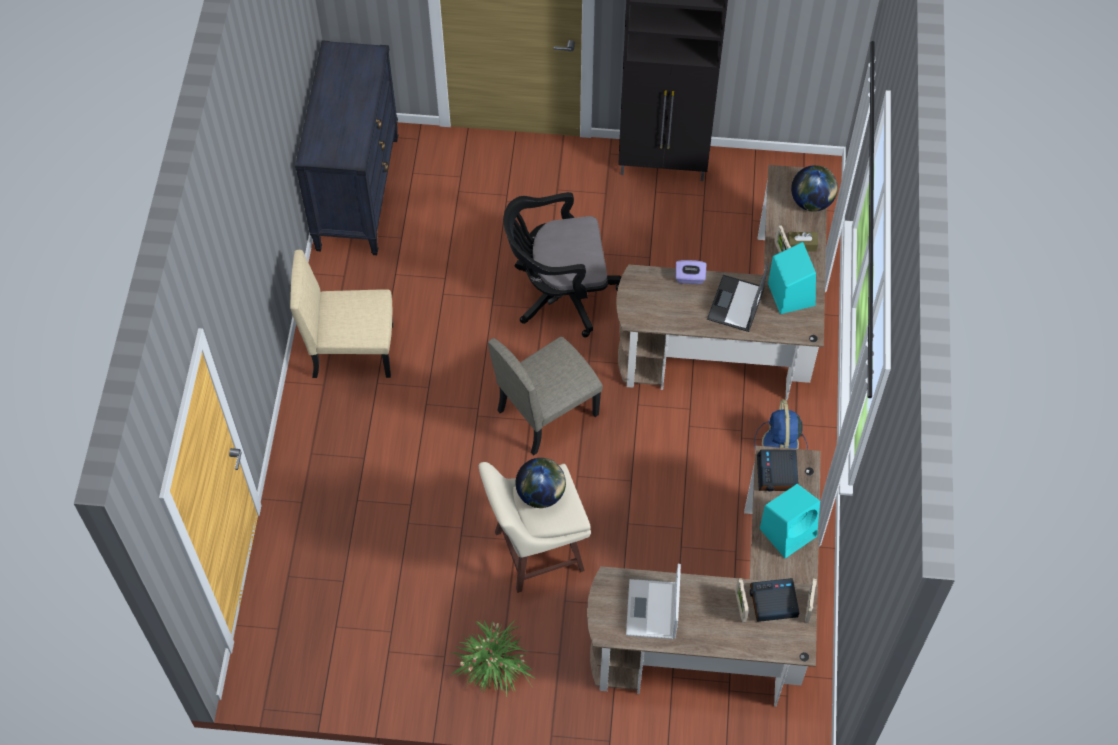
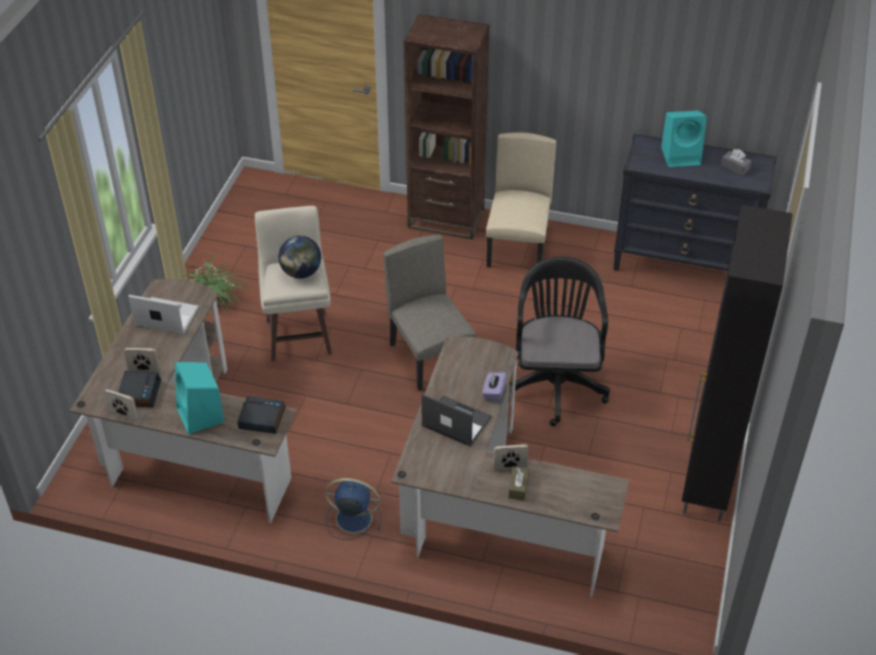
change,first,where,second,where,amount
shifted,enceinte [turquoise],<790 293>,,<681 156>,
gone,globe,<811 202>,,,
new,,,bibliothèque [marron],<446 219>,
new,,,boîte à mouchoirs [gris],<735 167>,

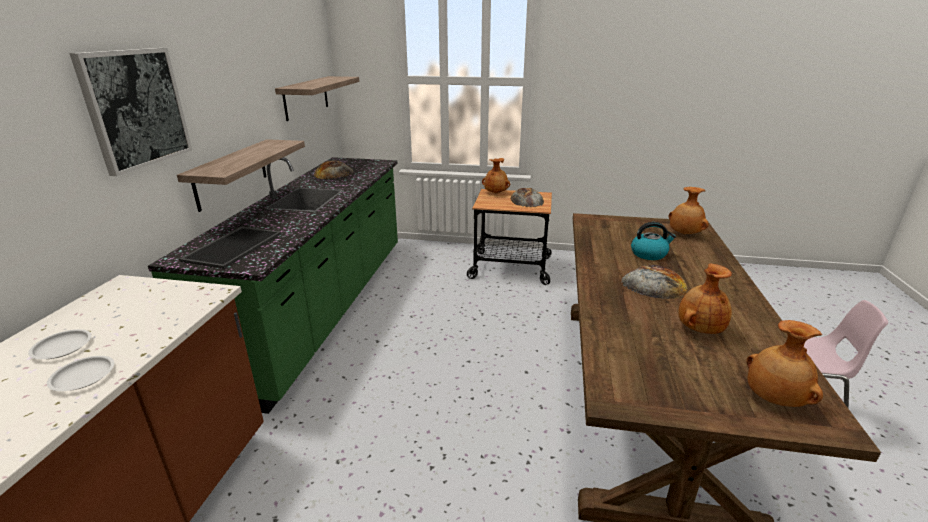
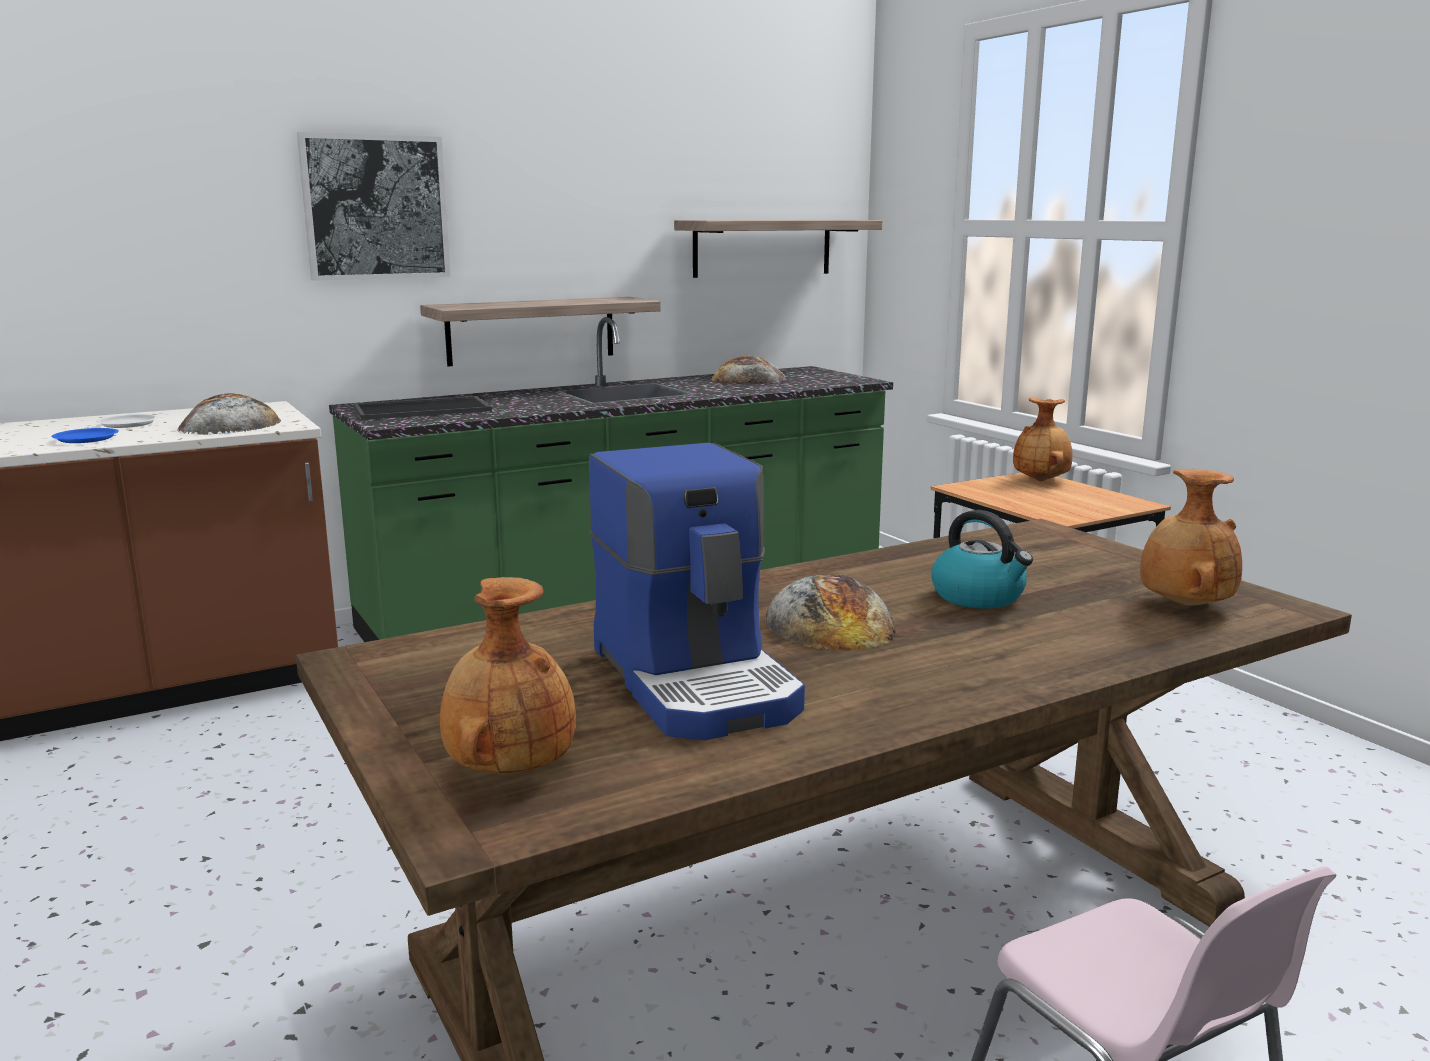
change,first,where,second,where,amount
repainted,assiette [blanc],<83 377>,assiette [bleu],<86 439>,
shifted,pain,<526 200>,,<230 425>,
swapped,vase [marron],<699 329>,machine à café,<698 680>,

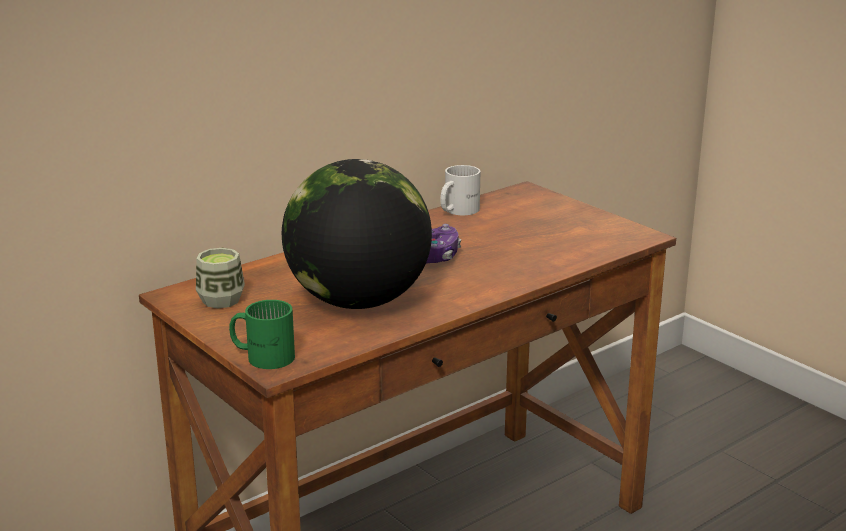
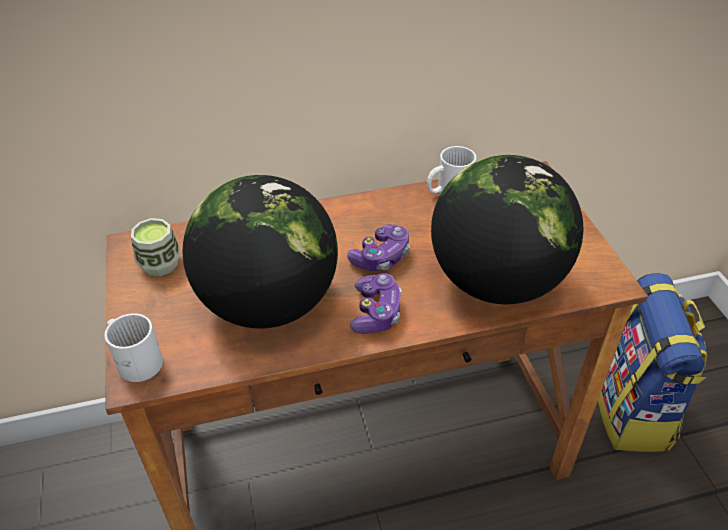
change,first,where,second,where,amount
repainted,mug [vert],<263 355>,mug [blanc],<136 358>,
new,,,manette,<376 312>,
new,,,globe,<496 282>,
new,,,sac à dos,<633 410>,

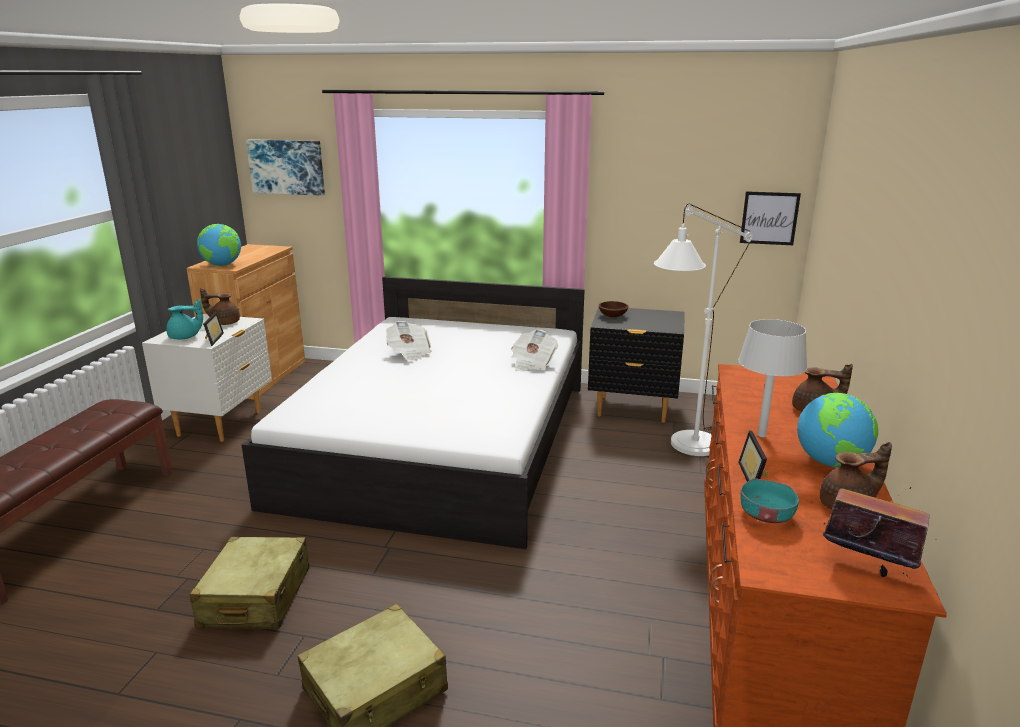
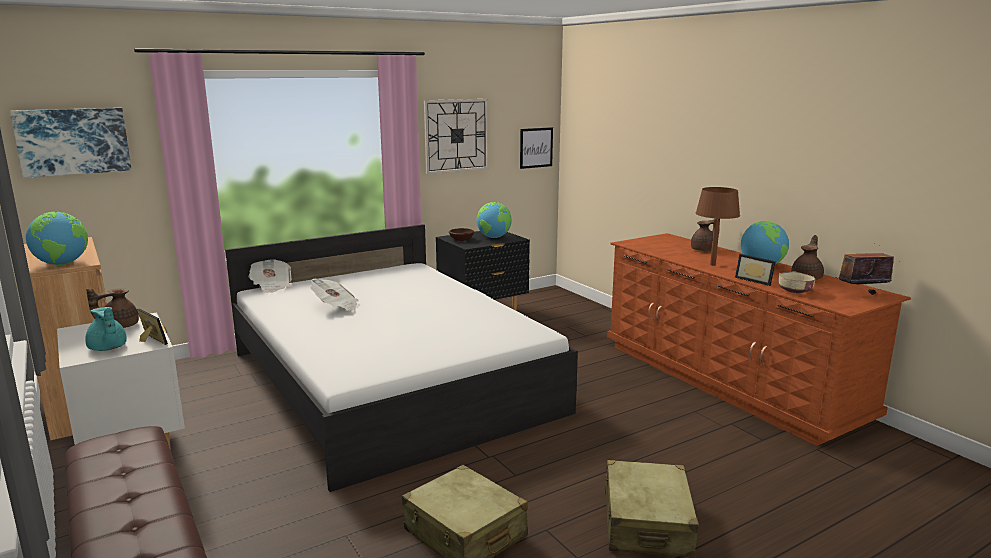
change,first,where,second,where,amount
rotated,théière [turquoise],<185 337>,,<107 348>,105 degrees clockwise
shifted,journal,<532 363>,,<271 286>,
gone,lampadaire [blanc],<686 449>,,,
repainted,lampe de table [gris],<761 435>,lampe de table [marron],<712 265>,
repainted,bol [turquoise],<766 515>,bol [beige],<794 291>,
new,,,horloge murale,<456 135>,
new,,,globe,<494 237>,

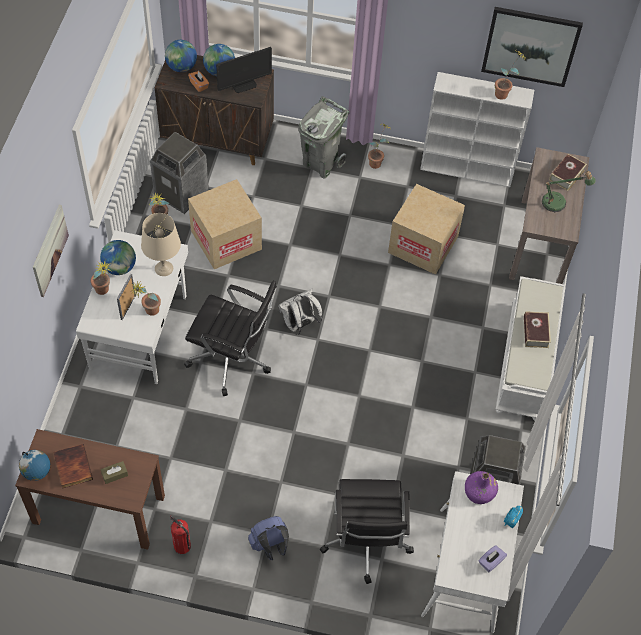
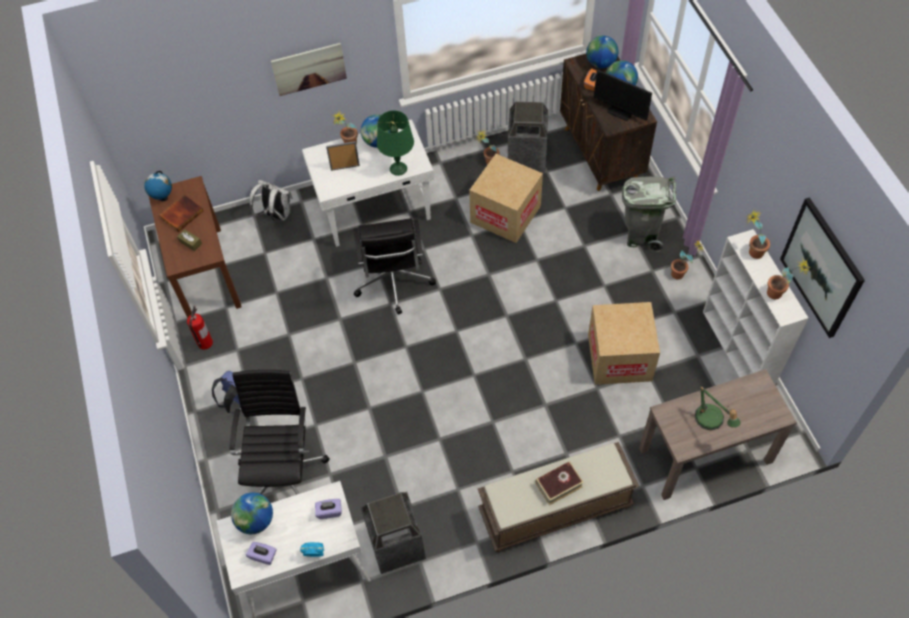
change,first,where,second,where,amount
shifted,plante en pot,<149 312>,,<751 252>,
repainted,lampe de table [beige],<163 268>,lampe de table [vert],<398 168>,
shifted,sac à dos [blanc],<299 324>,,<276 215>,
rotated,chaise de bureau [noir],<366 541>,,<284 471>,120 degrees clockwise
swapped,bouteille [violet],<479 492>,boîte à mouchoirs [violet],<329 511>,
repainted,banc [blanc],<526 362>,banc [marron],<554 510>,
gone,livre,<566 175>,,,
new,,,globe,<256 520>,

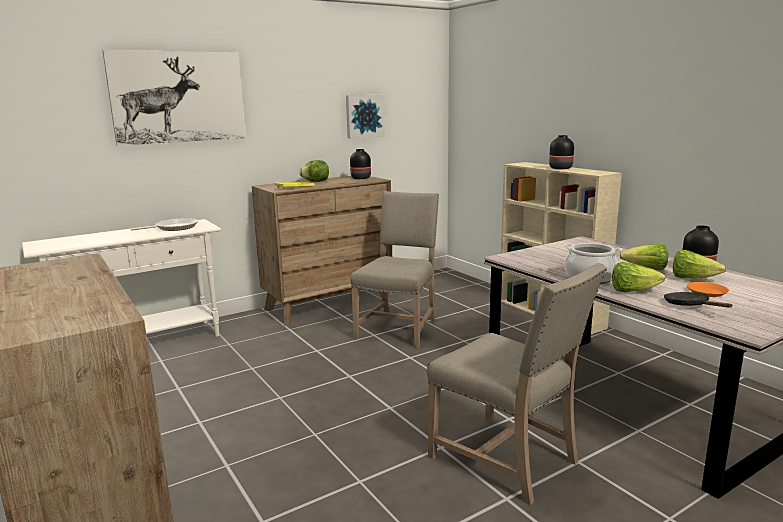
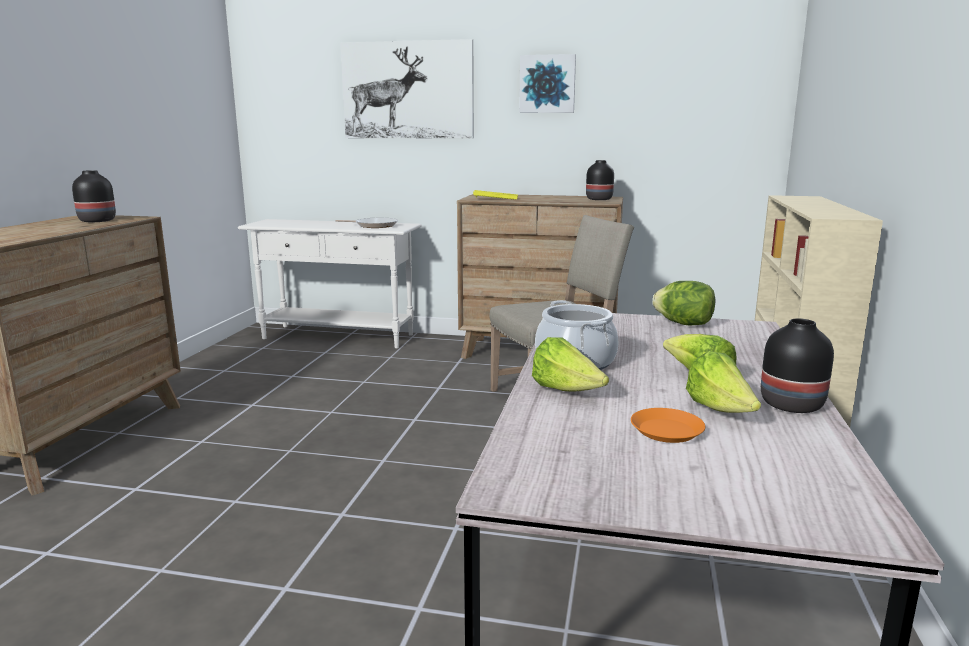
change,first,where,second,where,amount
shifted,laitue,<315 181>,,<683 324>,
shifted,tableau,<364 116>,,<547 84>,
gone,chaise [beige],<508 459>,,,
shifted,vase [noir],<561 168>,,<97 221>,
gone,poêle [noir],<690 306>,,,

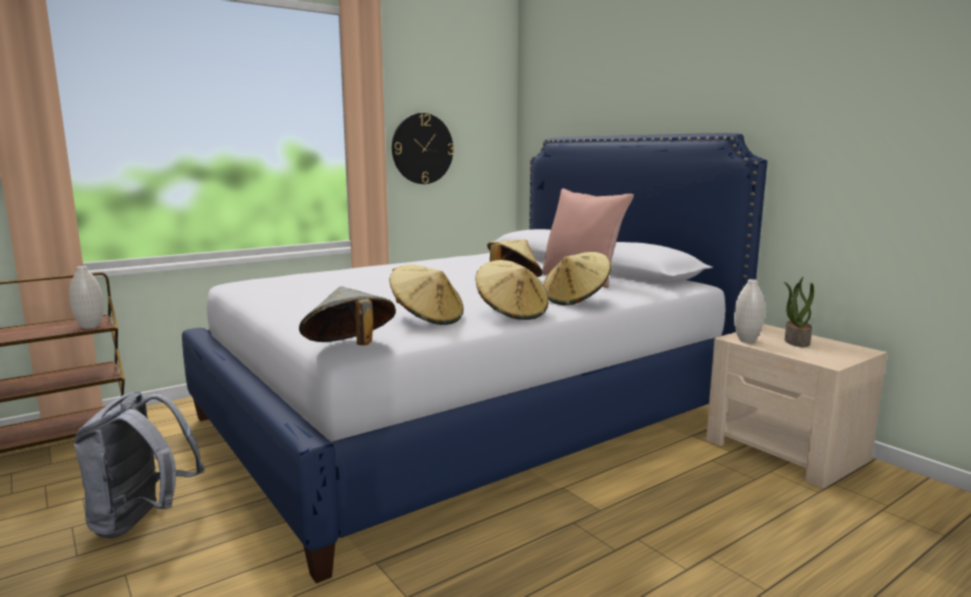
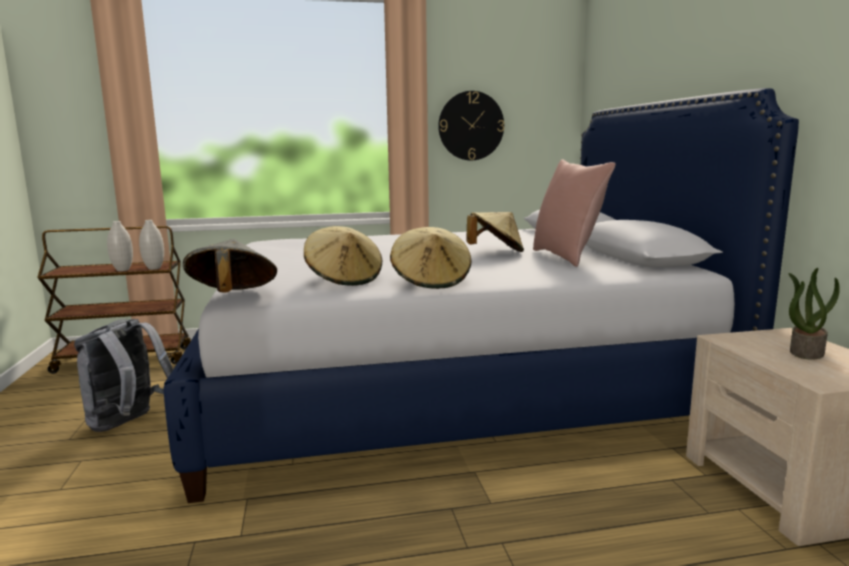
change,first,where,second,where,amount
gone,chapeau [beige],<576 300>,,,
shifted,vase [blanc],<746 340>,,<123 270>,

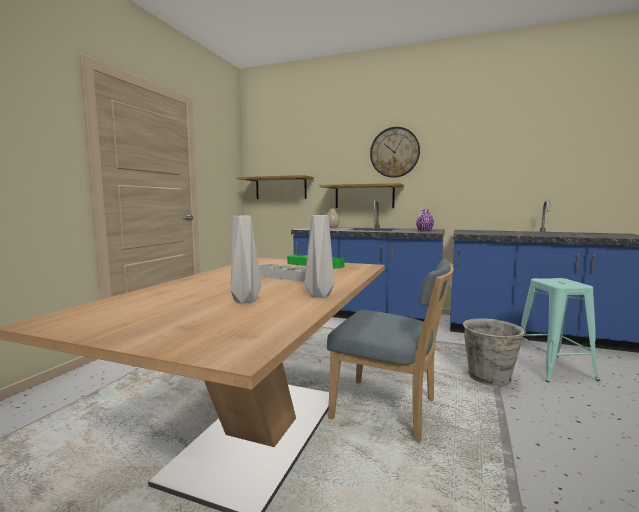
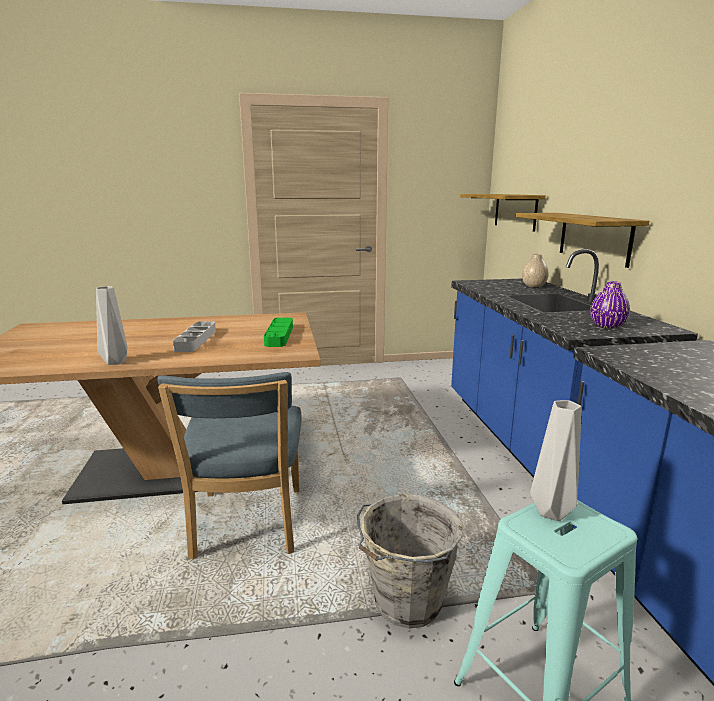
change,first,where,second,where,amount
shifted,vase [gris],<243 300>,,<550 511>,
gone,horloge murale,<394 152>,,,

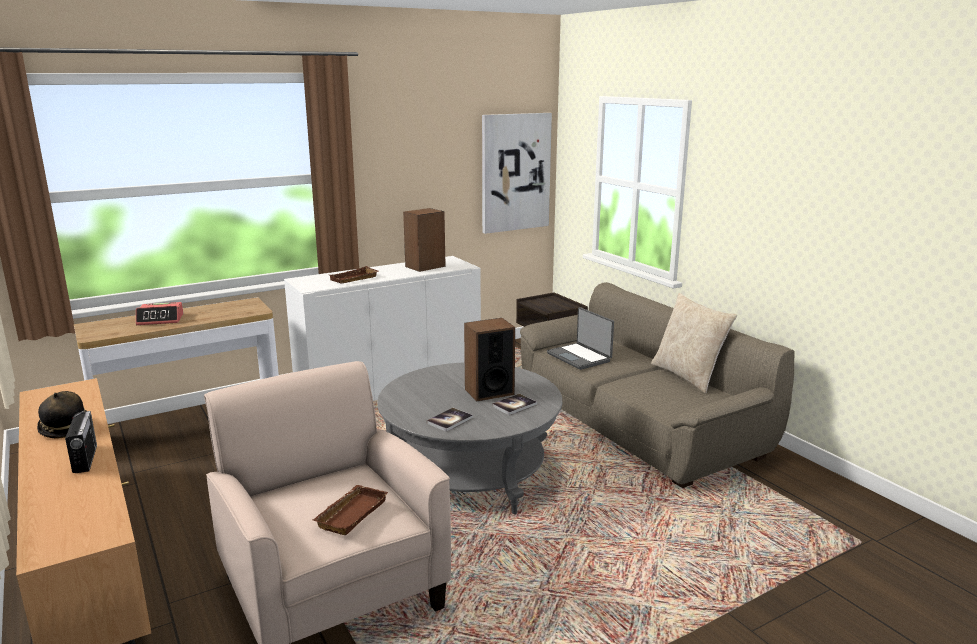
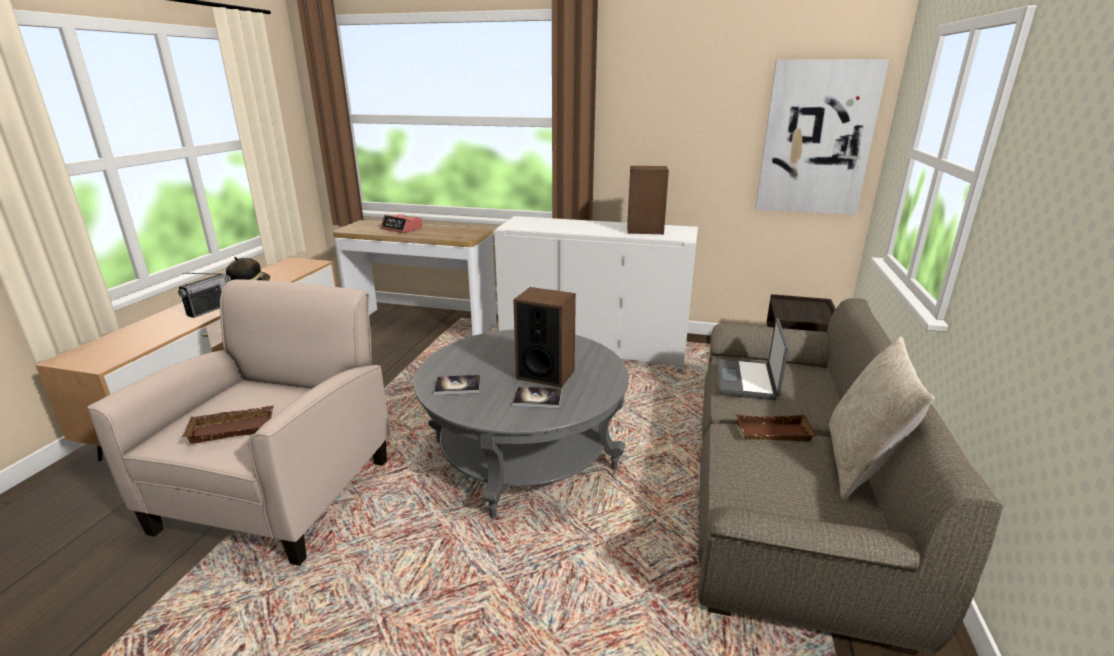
change,first,where,second,where,amount
shifted,plateau [marron],<354 279>,,<773 434>,

